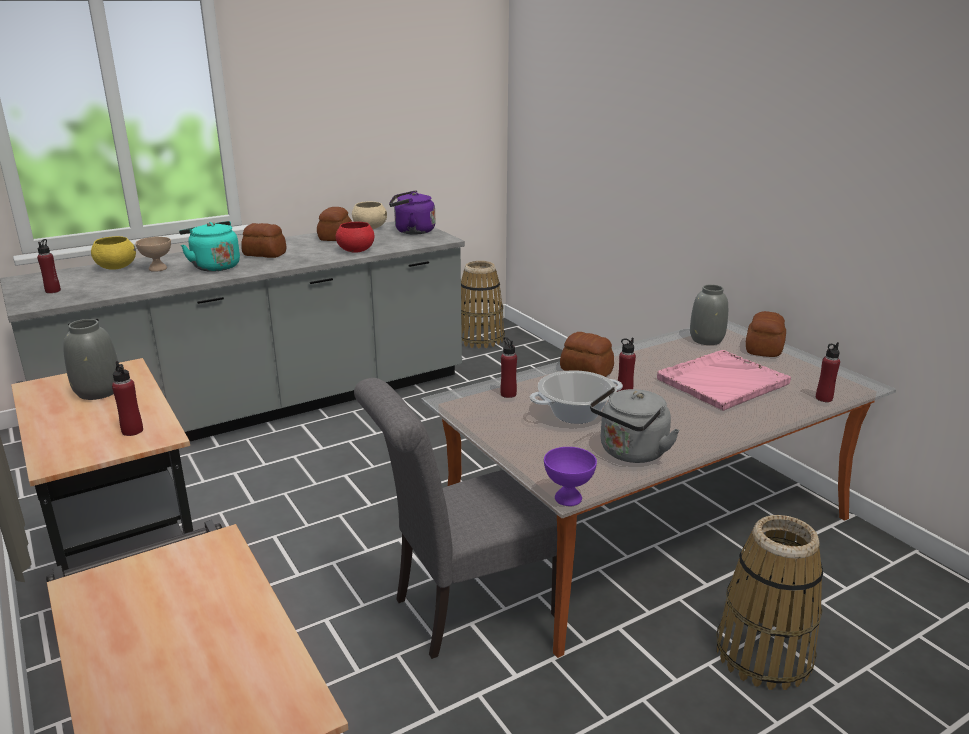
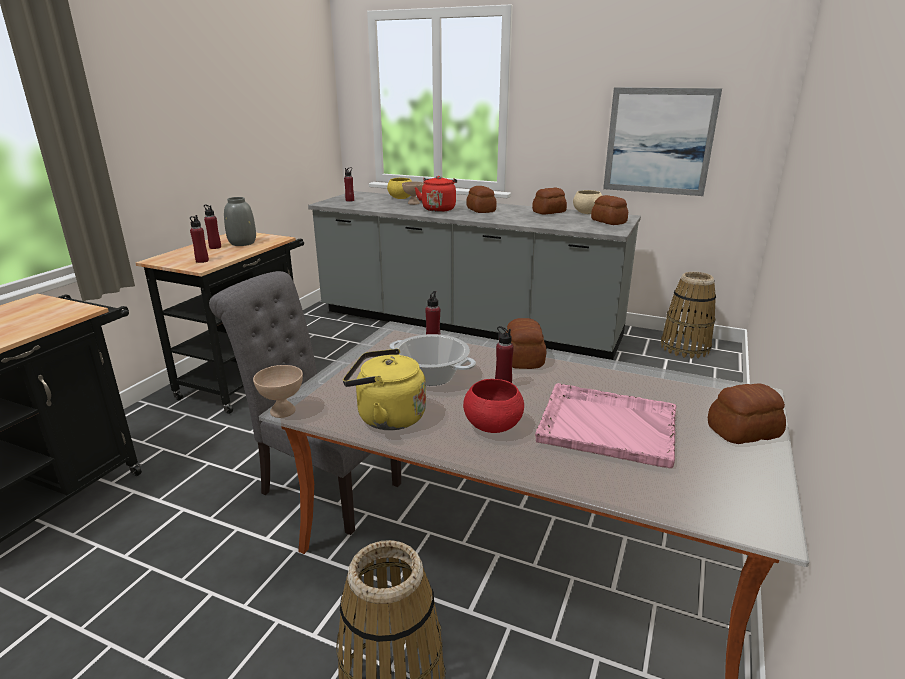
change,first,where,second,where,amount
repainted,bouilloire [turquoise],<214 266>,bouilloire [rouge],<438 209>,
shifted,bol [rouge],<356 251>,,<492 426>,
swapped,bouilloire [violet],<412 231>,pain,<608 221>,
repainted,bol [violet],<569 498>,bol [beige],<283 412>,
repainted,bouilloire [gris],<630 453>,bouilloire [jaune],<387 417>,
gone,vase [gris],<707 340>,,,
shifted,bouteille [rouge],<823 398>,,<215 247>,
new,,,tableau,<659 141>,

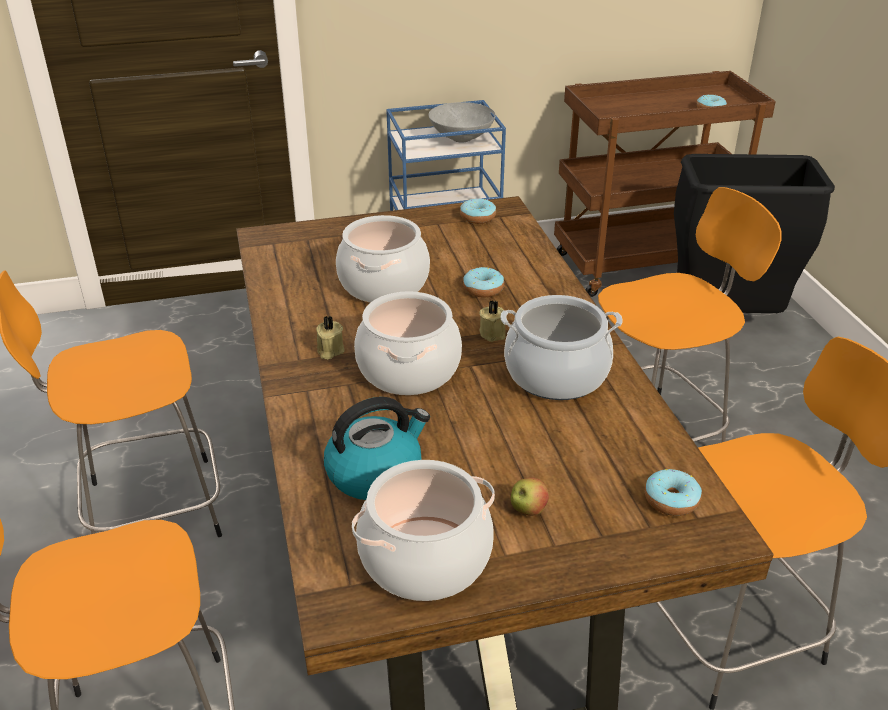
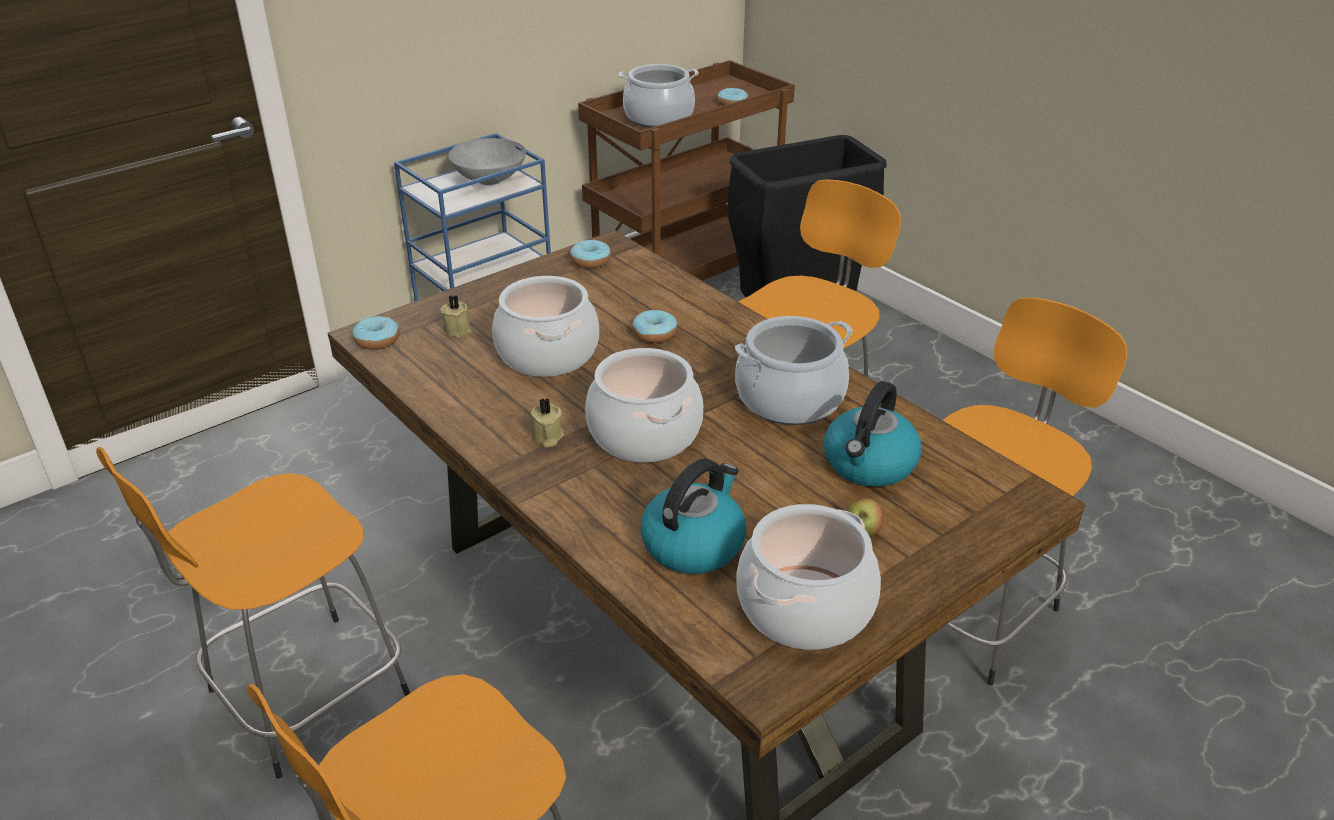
change,first,where,second,where,amount
shifted,bougie [beige],<493 333>,,<458 329>,
shifted,beignet,<671 500>,,<377 340>,
new,,,marmite,<659 118>,
new,,,bouilloire,<869 465>,

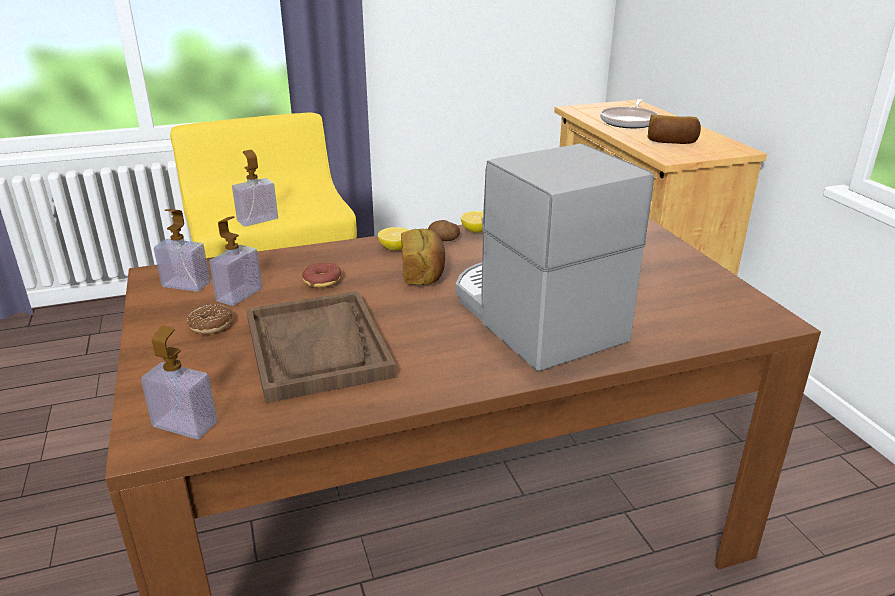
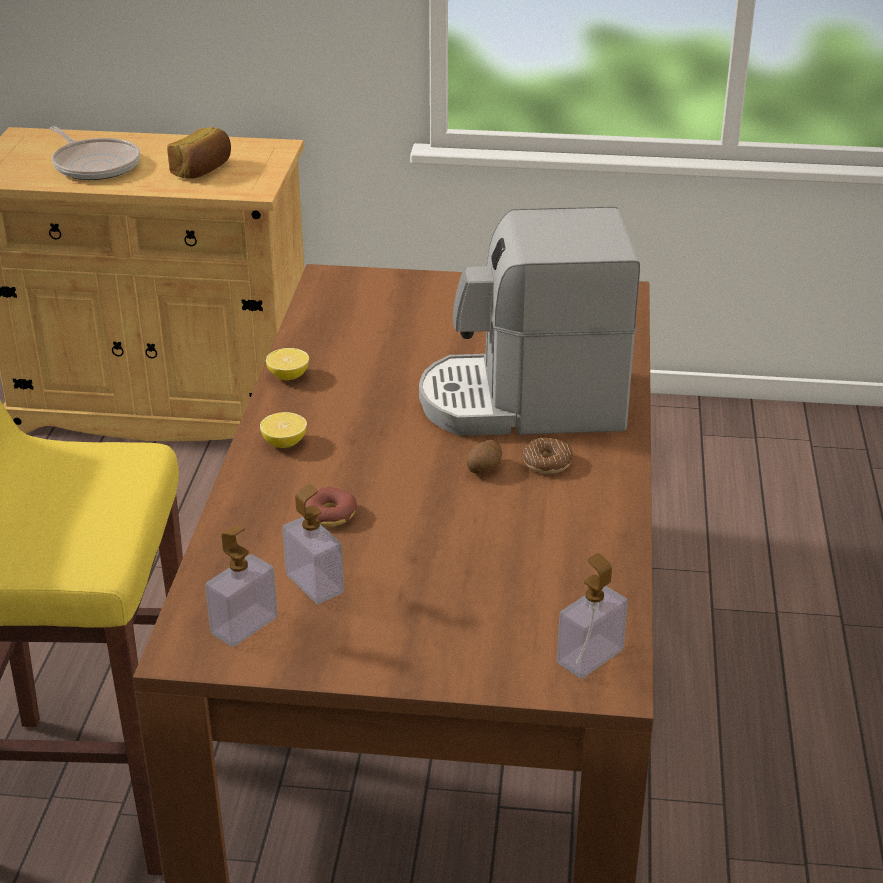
change,first,where,second,where,amount
shifted,beignet,<211 325>,,<547 463>,
gone,distributeur de savon,<257 220>,,,
gone,plateau [marron],<317 347>,,,
gone,pain,<423 273>,,,
shifted,pomme de terre,<443 239>,,<485 468>,

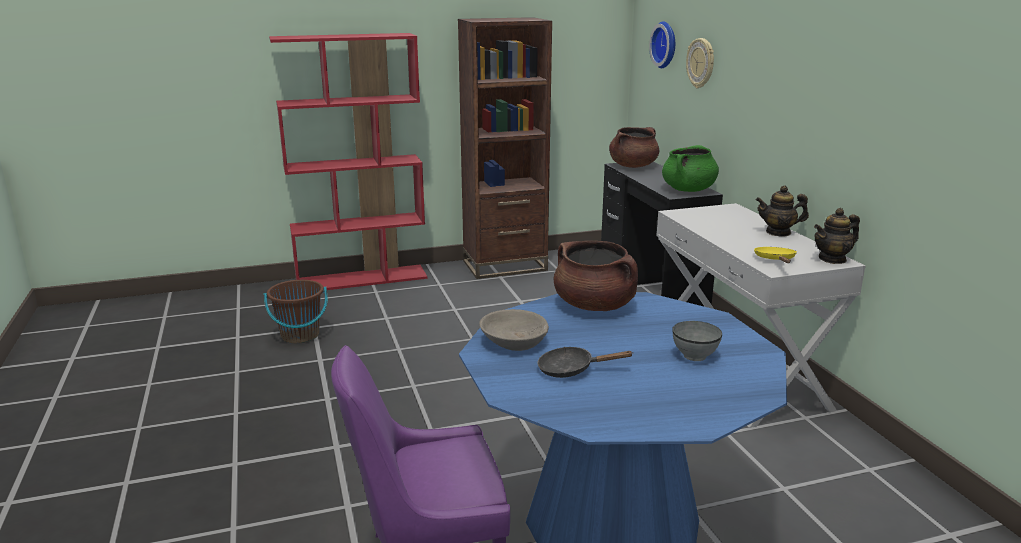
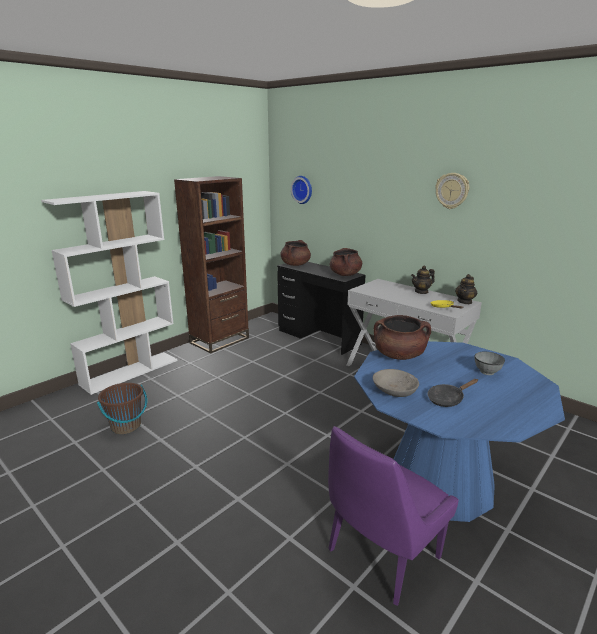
change,first,where,second,where,amount
repainted,bibliothèque [rouge],<362 279>,bibliothèque [blanc],<130 371>,
repainted,marmite [vert],<688 190>,marmite [marron],<345 274>,
shifted,horloge murale,<701 63>,,<452 191>,

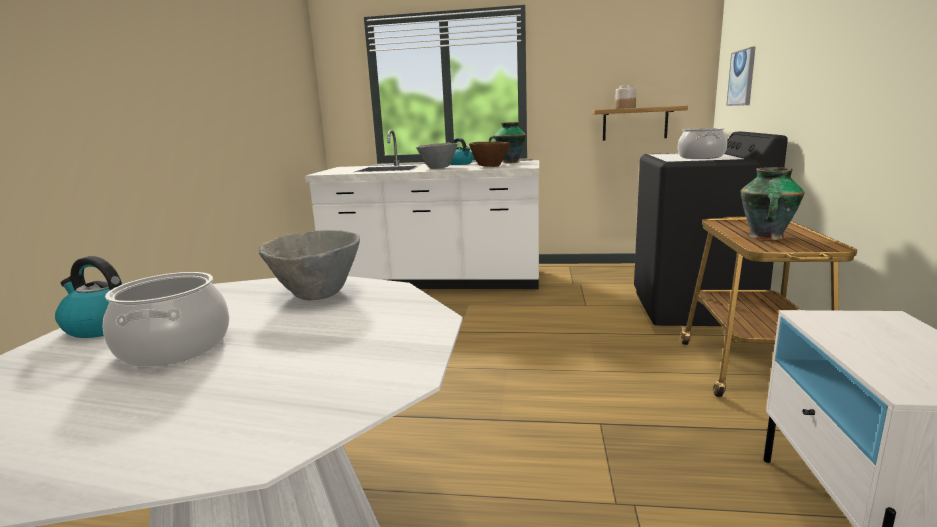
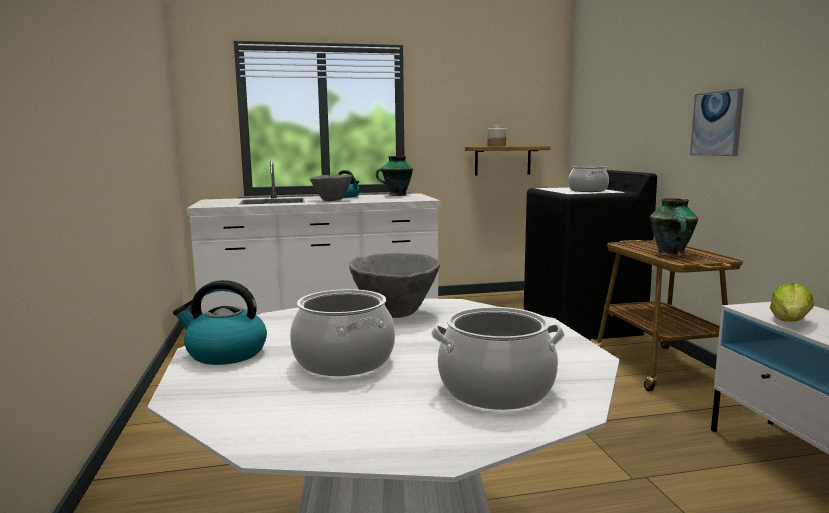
change,first,where,second,where,amount
gone,bol [marron],<490 166>,,,
shifted,tableau,<742 78>,,<717 123>,
new,,,marmite,<496 390>,
new,,,laitue,<790 322>,

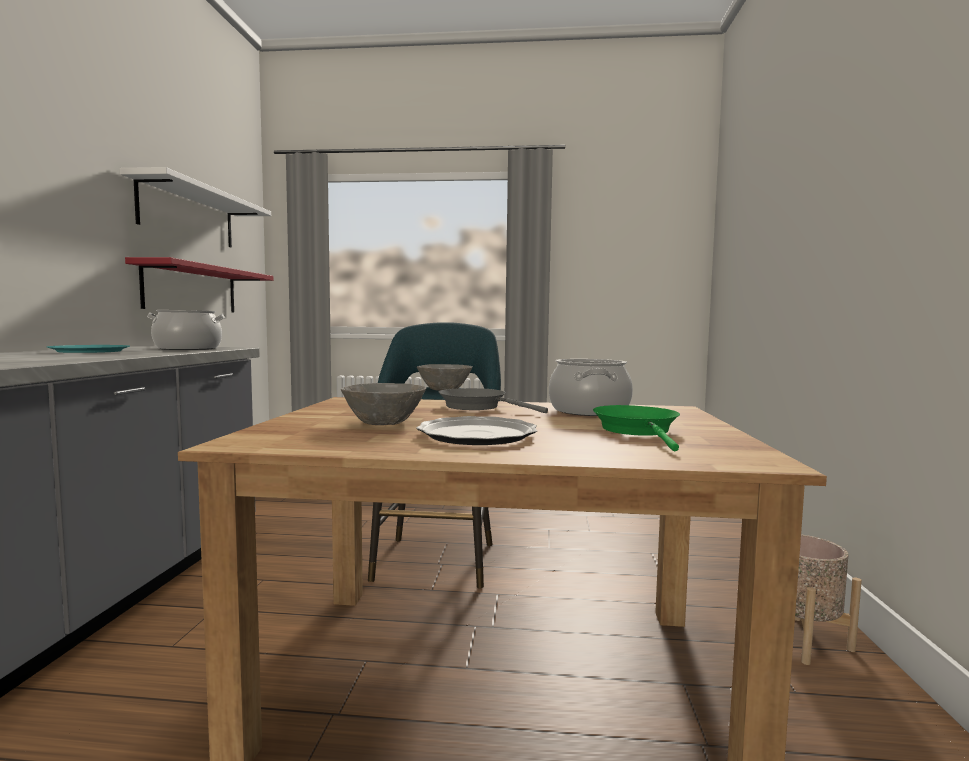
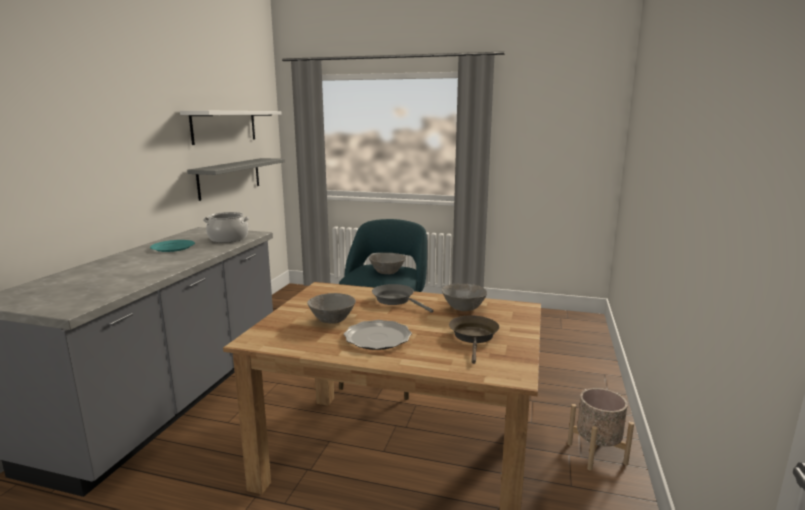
change,first,where,second,where,amount
repainted,étagère [rouge],<192 289>,étagère [gris],<229 178>,
swapped,marmite,<588 411>,bol [gris],<463 308>,
repainted,poêle [vert],<638 431>,poêle [marron],<474 337>,

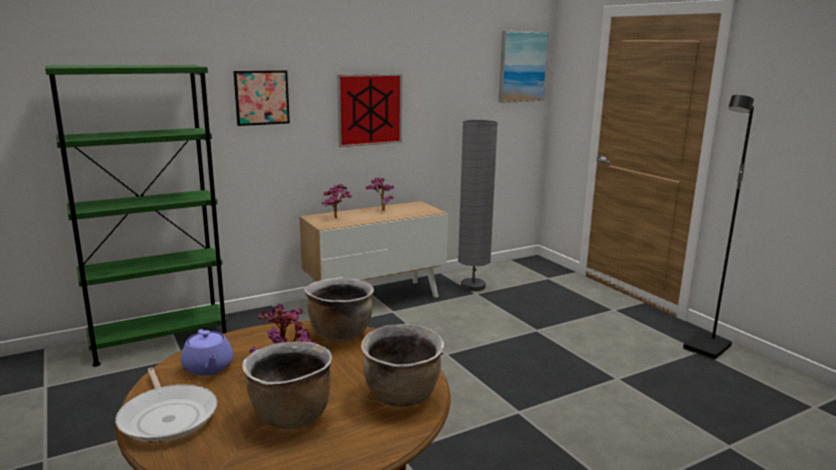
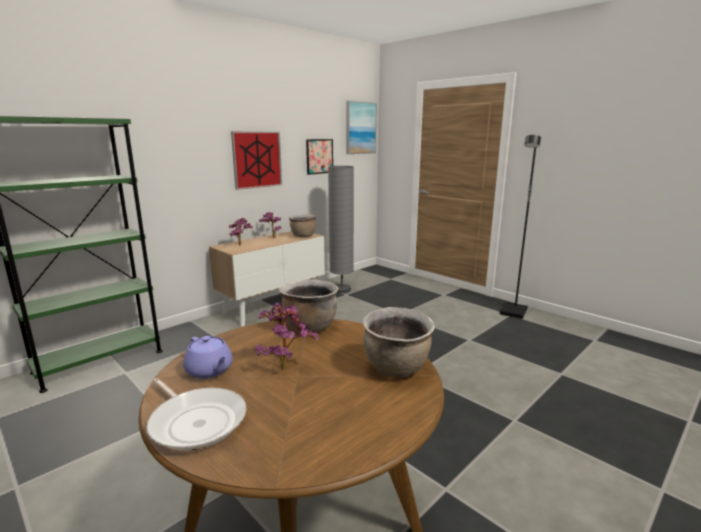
change,first,where,second,where,amount
shifted,tableau,<262 97>,,<319 156>,
shifted,marmite [marron],<290 416>,,<303 236>,

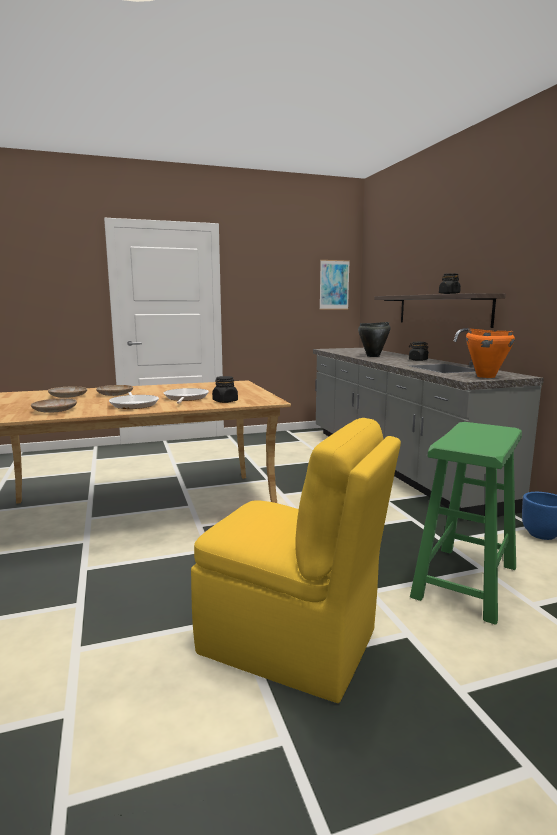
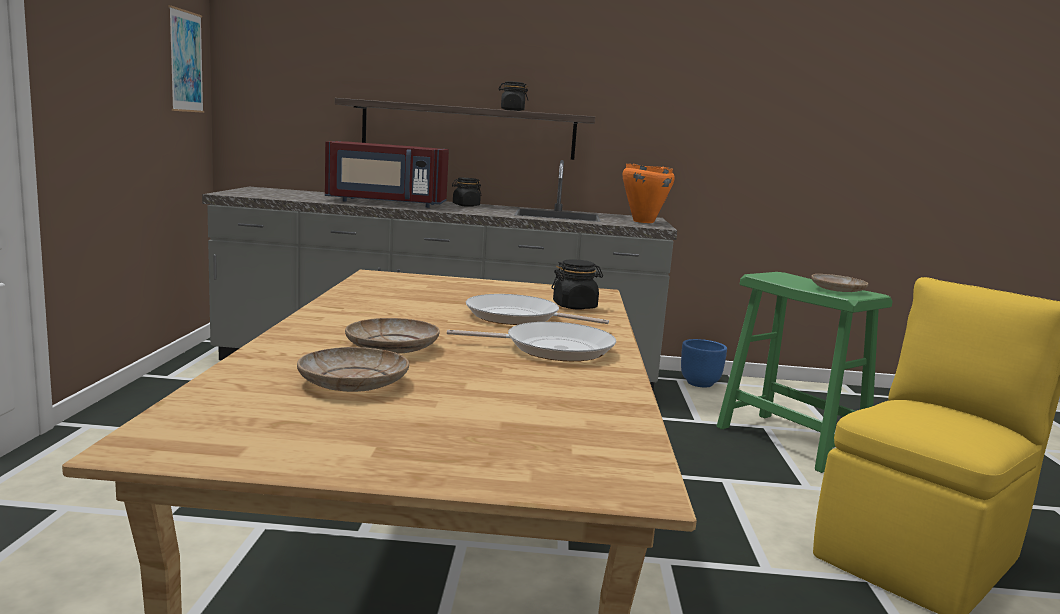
change,first,where,second,where,amount
shifted,assiette [beige],<55 410>,,<837 289>,
swapped,marmite [noir],<373 356>,micro-ondes [rouge],<386 203>,

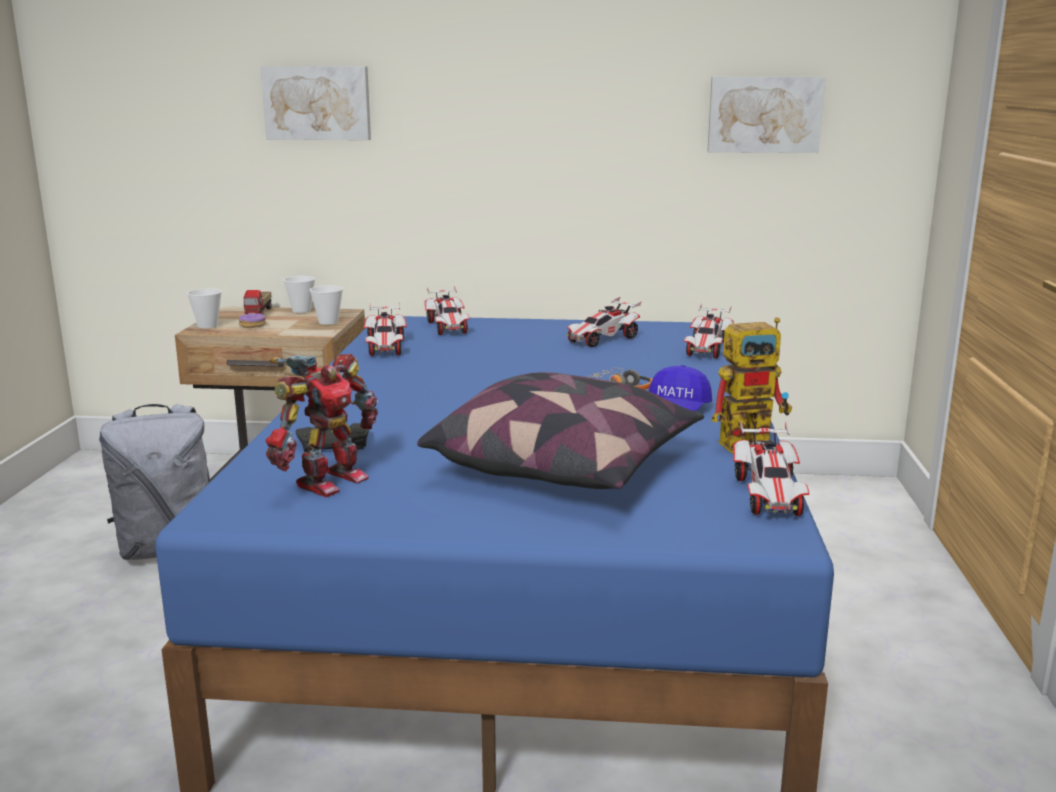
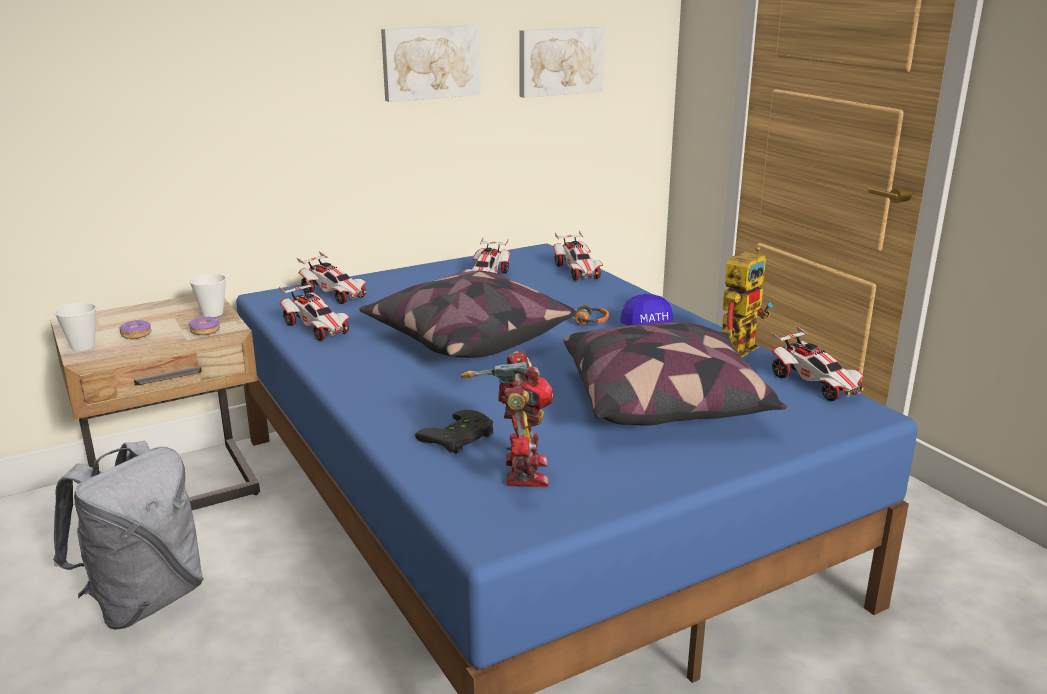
change,first,where,second,where,amount
gone,camion jouet,<259 313>,,,
shifted,tableau,<317 103>,,<430 62>,
gone,tasse,<301 310>,,,
new,,,beignet,<205 331>,
new,,,coussin,<466 339>,

